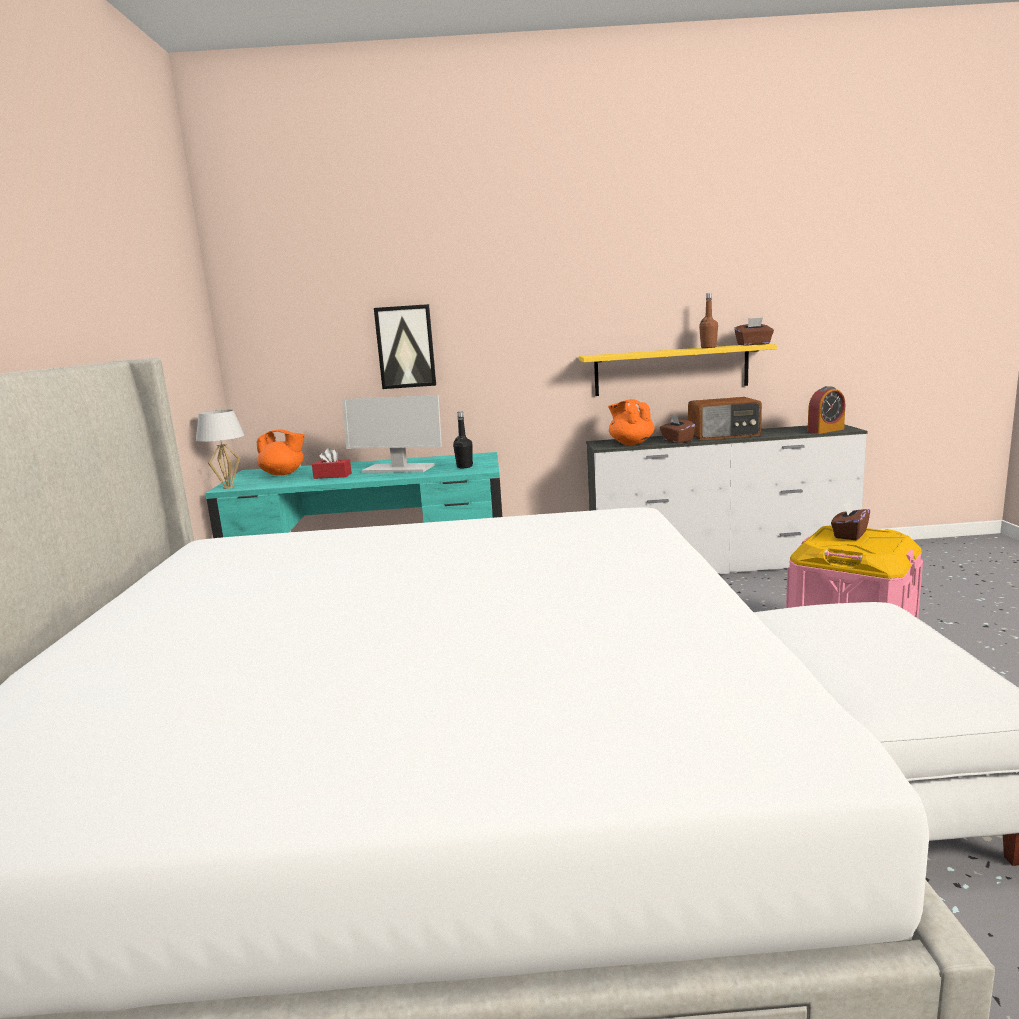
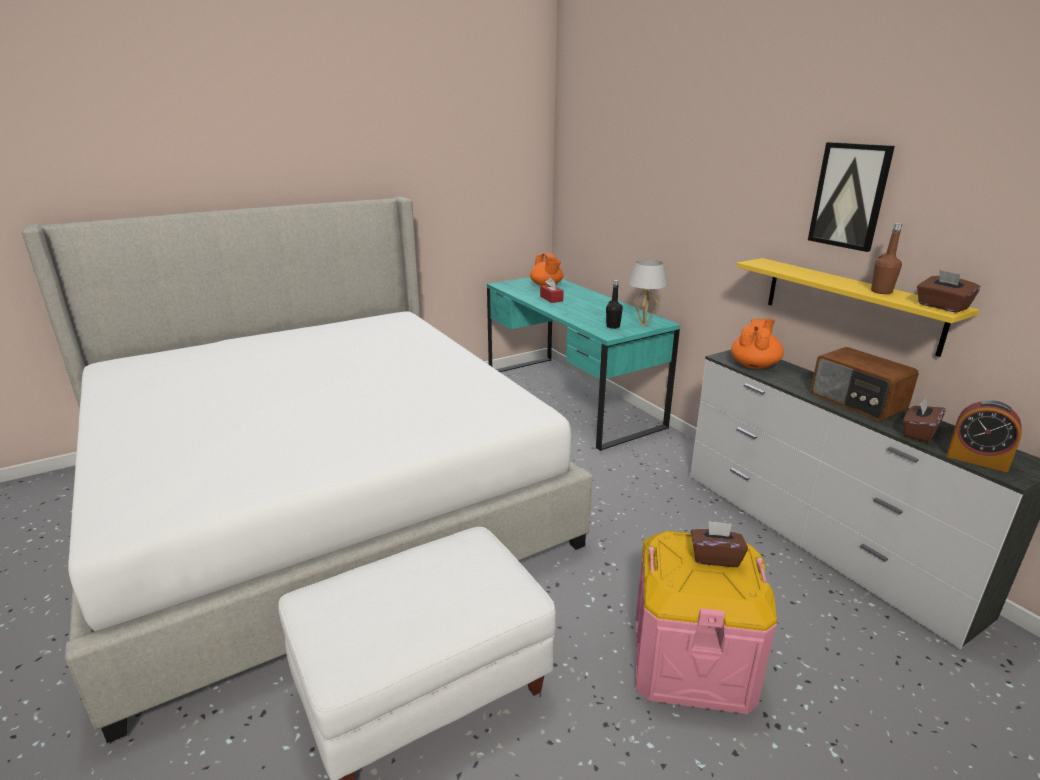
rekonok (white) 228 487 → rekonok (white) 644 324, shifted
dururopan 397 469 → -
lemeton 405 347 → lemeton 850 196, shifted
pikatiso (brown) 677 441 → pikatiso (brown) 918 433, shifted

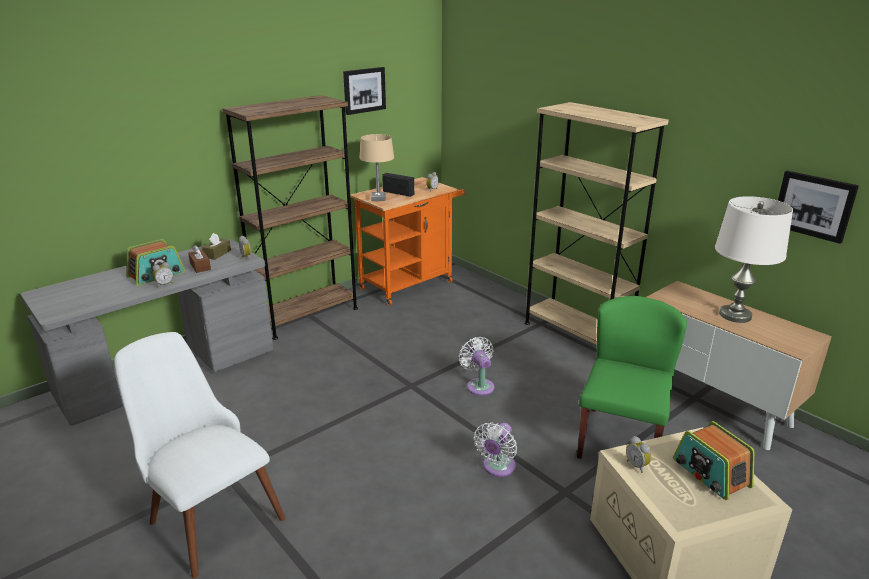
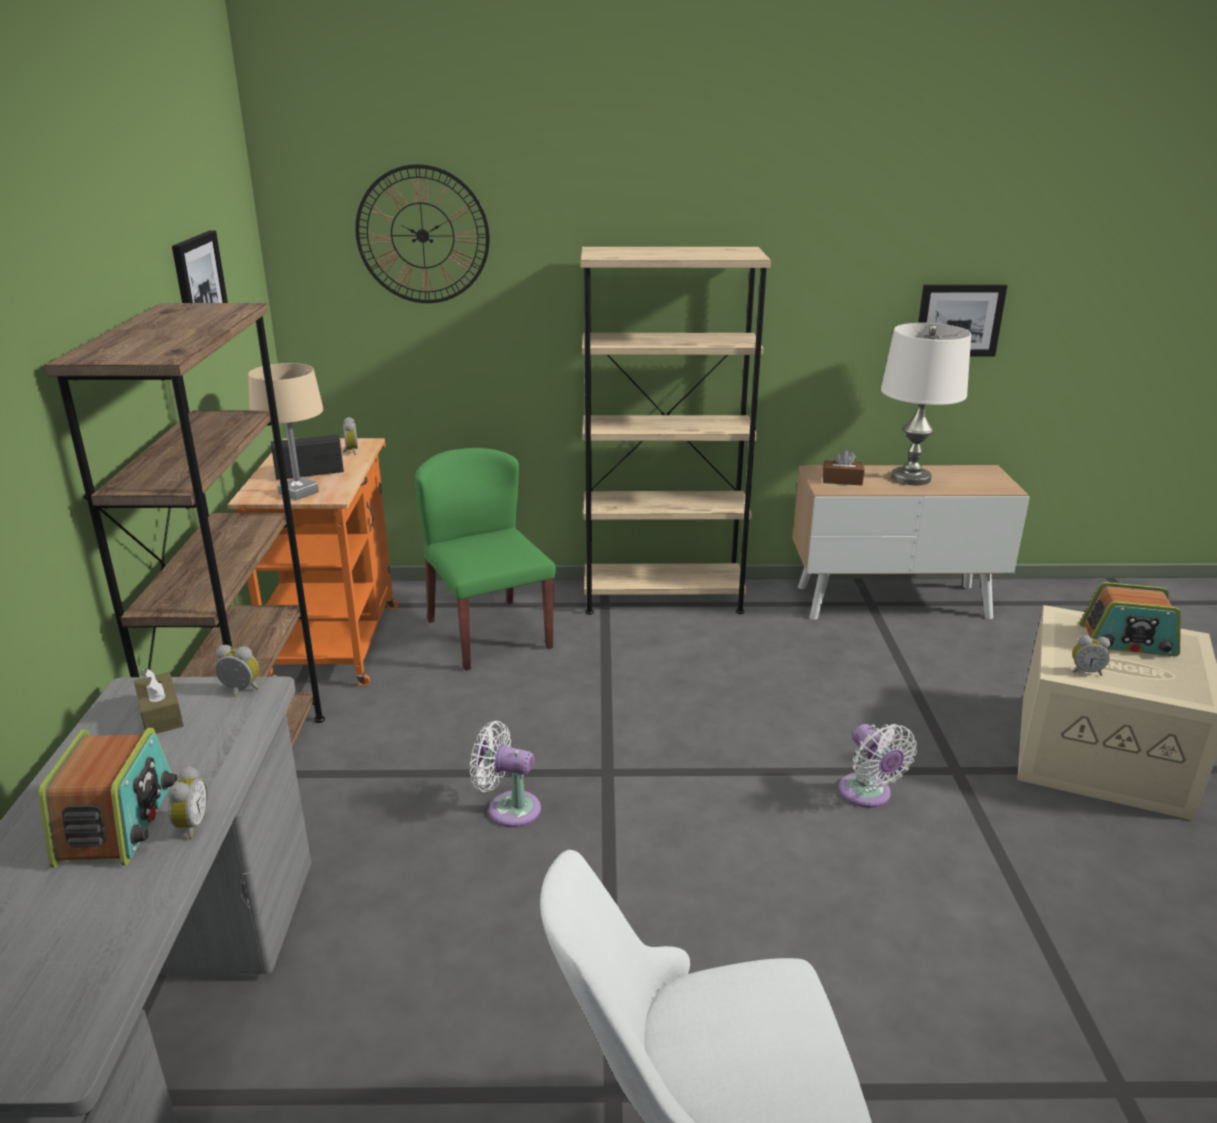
pikatiso (brown) 200 266 → pikatiso (brown) 842 480, shifted
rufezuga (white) 479 385 → rufezuga (white) 508 808, shifted
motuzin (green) 620 440 → motuzin (green) 488 633, shifted
- → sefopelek 422 235

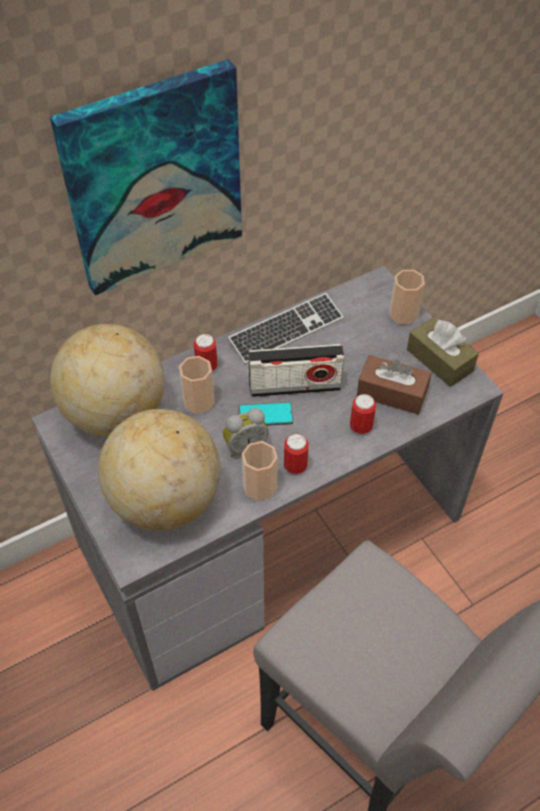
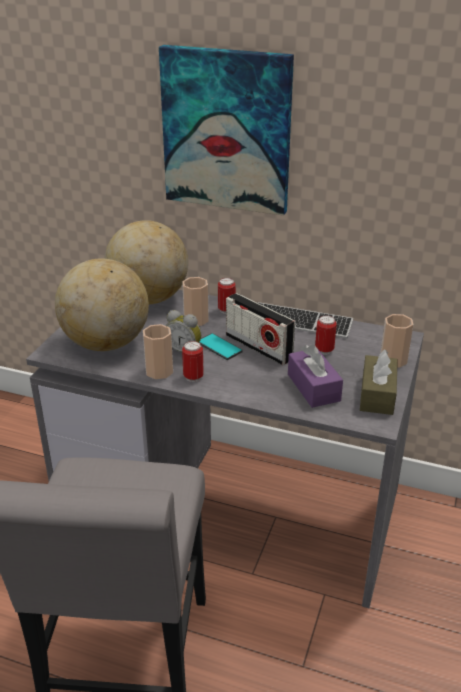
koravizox 361 427 → koravizox 324 350, shifted
pikatiso (brown) 392 393 → pikatiso (purple) 313 387

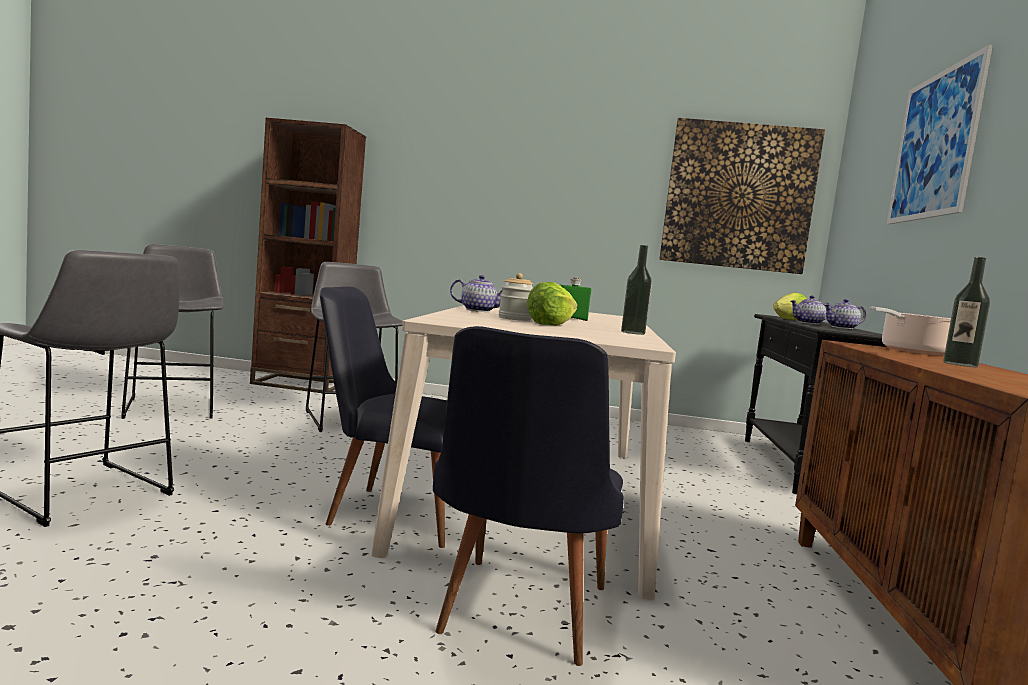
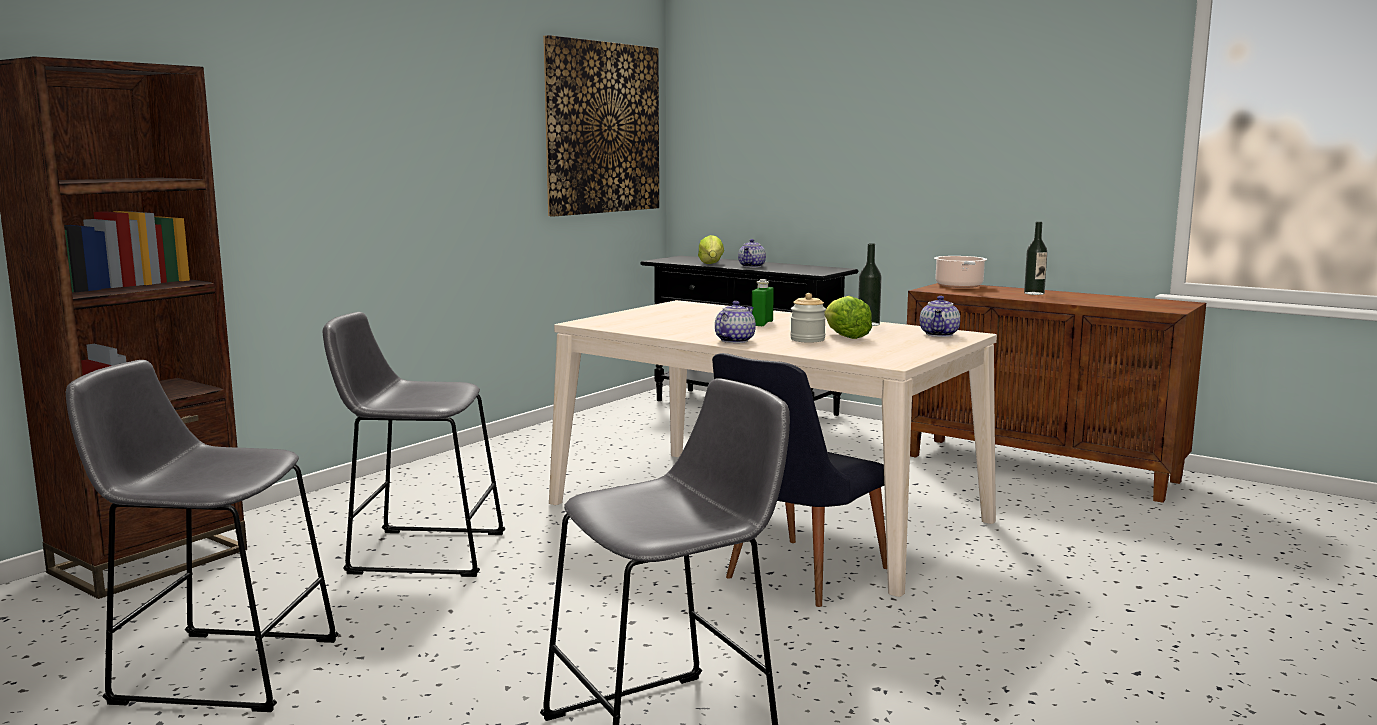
motuzin (black) 516 617 → -
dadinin 842 328 → dadinin 940 334, shifted
lemeton 934 145 → -

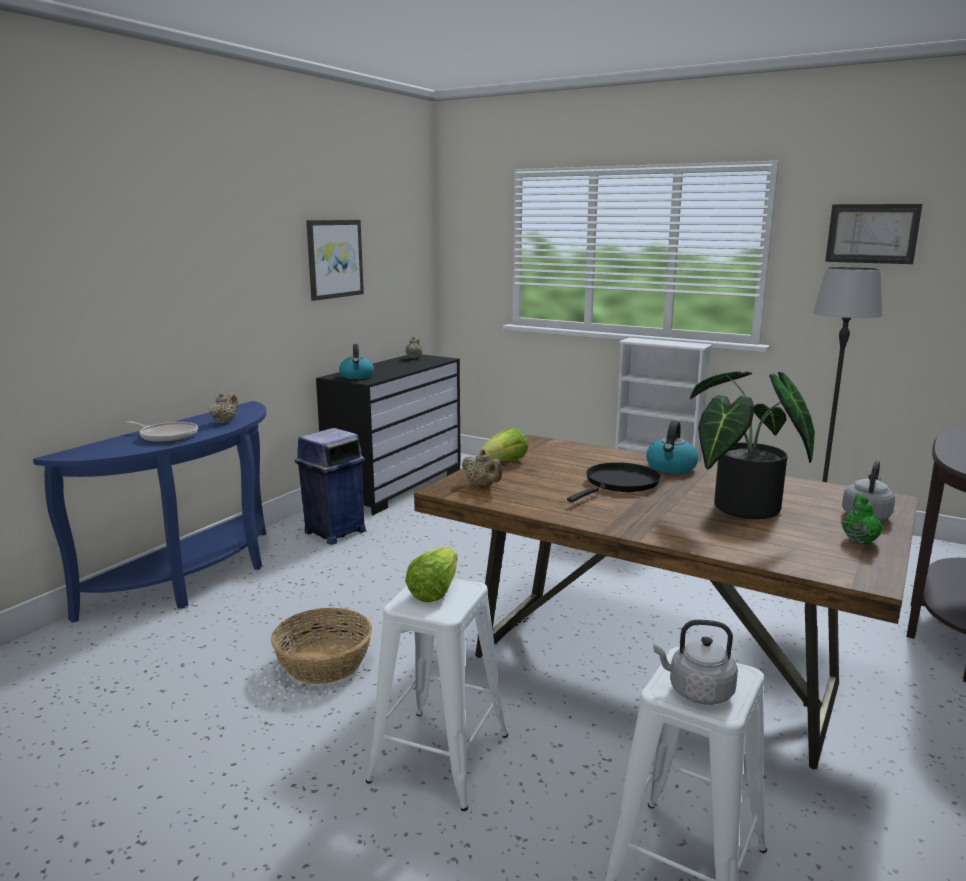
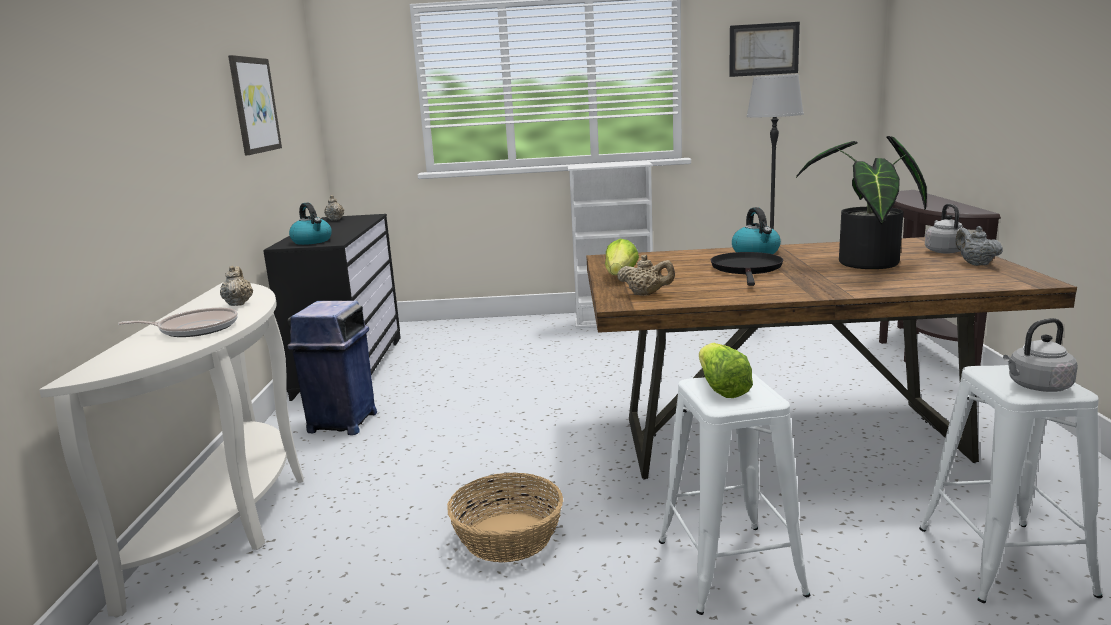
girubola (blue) 197 579 → girubola (white) 235 515
dadinin (green) 859 540 → dadinin (grey) 975 264

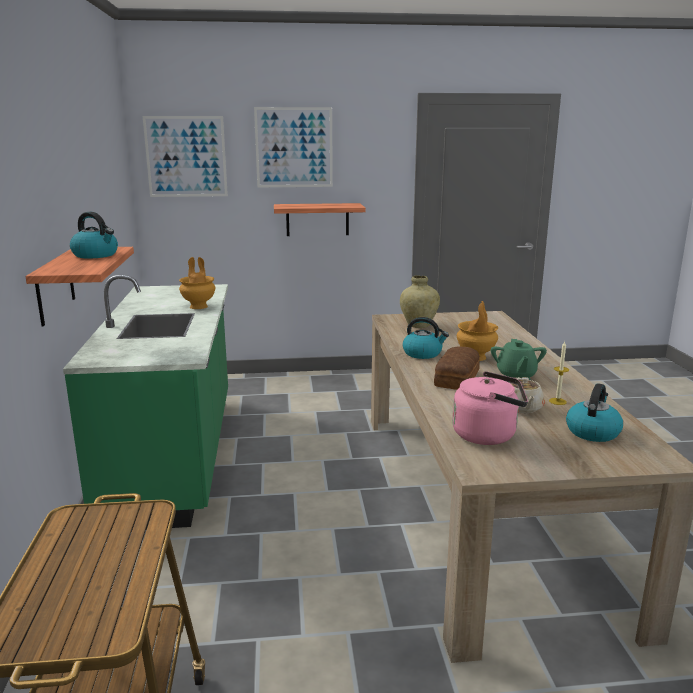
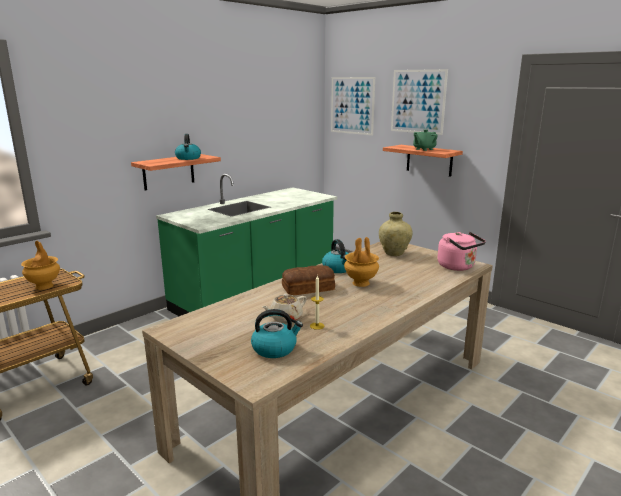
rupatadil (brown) 199 306 → rupatadil (brown) 44 286, shifted
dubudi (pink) 488 435 → dubudi (pink) 458 267, shifted
dadinin (green) 516 376 → dadinin (green) 424 149, shifted

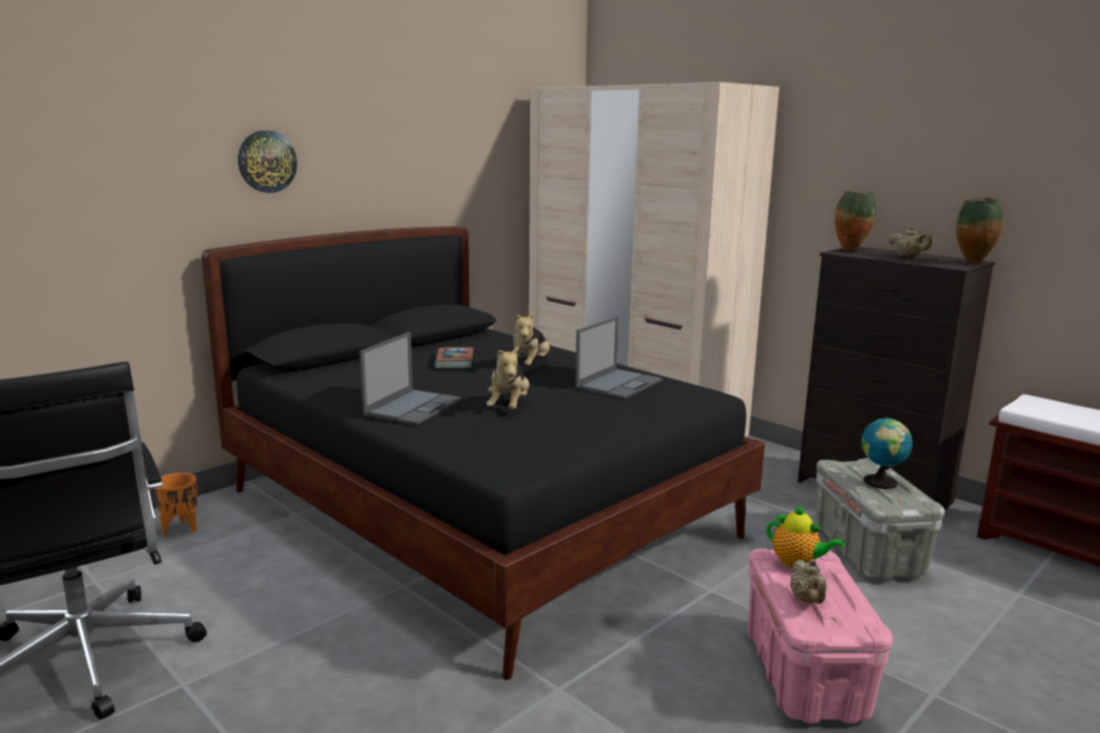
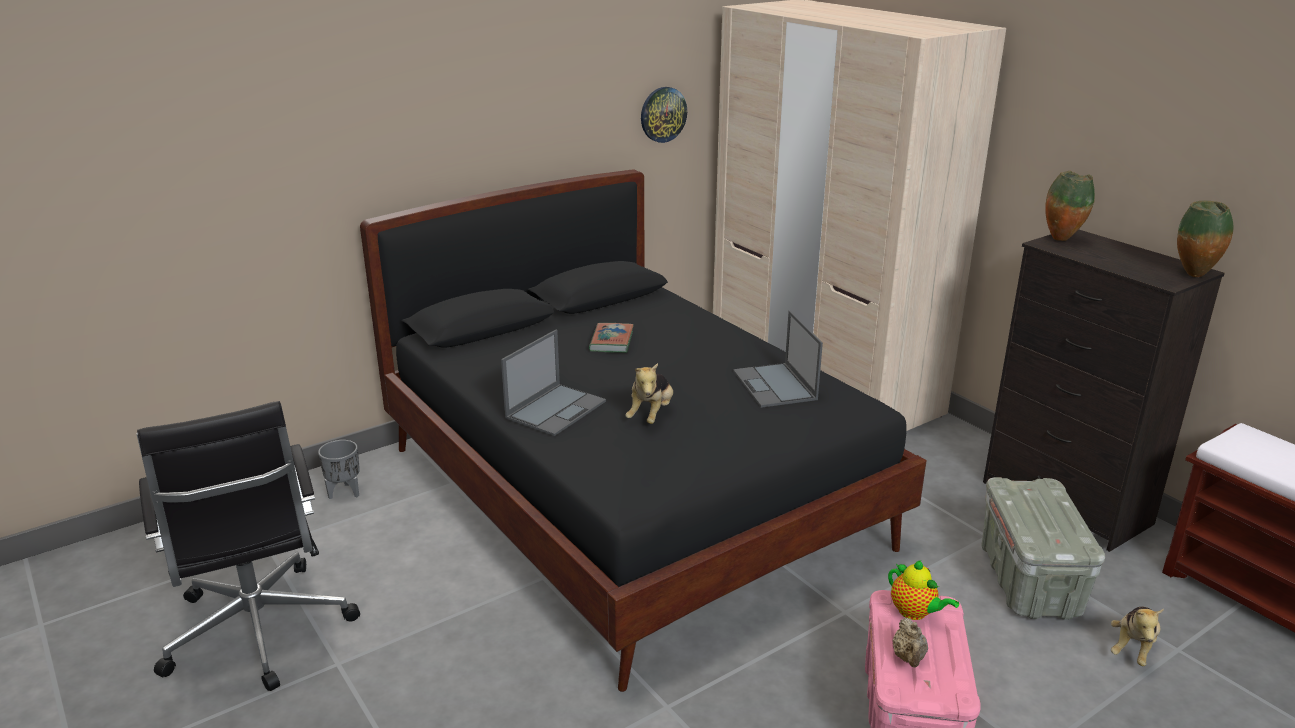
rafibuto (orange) 181 529 → rafibuto (grey) 345 492
sefopelek 267 161 → sefopelek 663 114, shifted
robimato 530 365 → robimato 1132 648, shifted
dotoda 619 384 → dotoda 775 386, 120 degrees clockwise
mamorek 881 483 → -
dadinin (beige) 908 257 → -

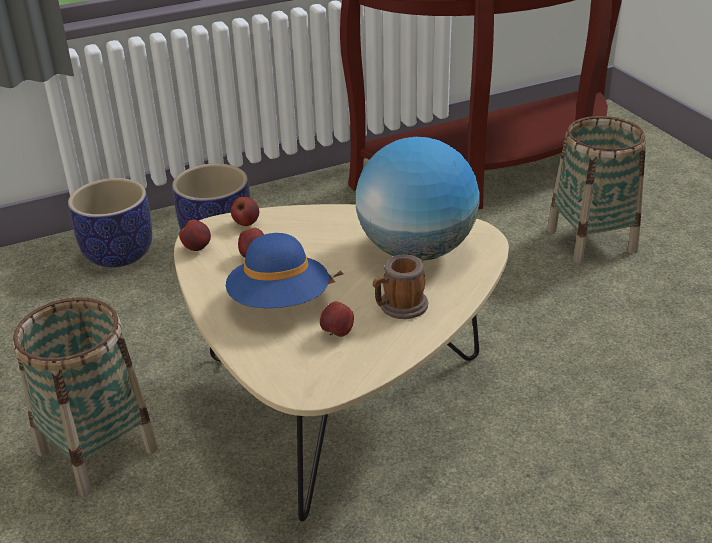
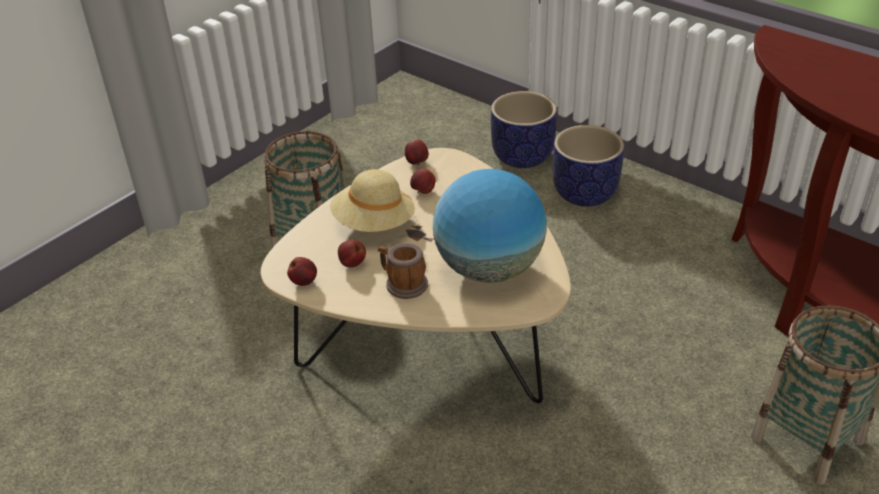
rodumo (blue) 279 302 → rodumo (beige) 374 224
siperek 246 223 → siperek 304 282, shifted

